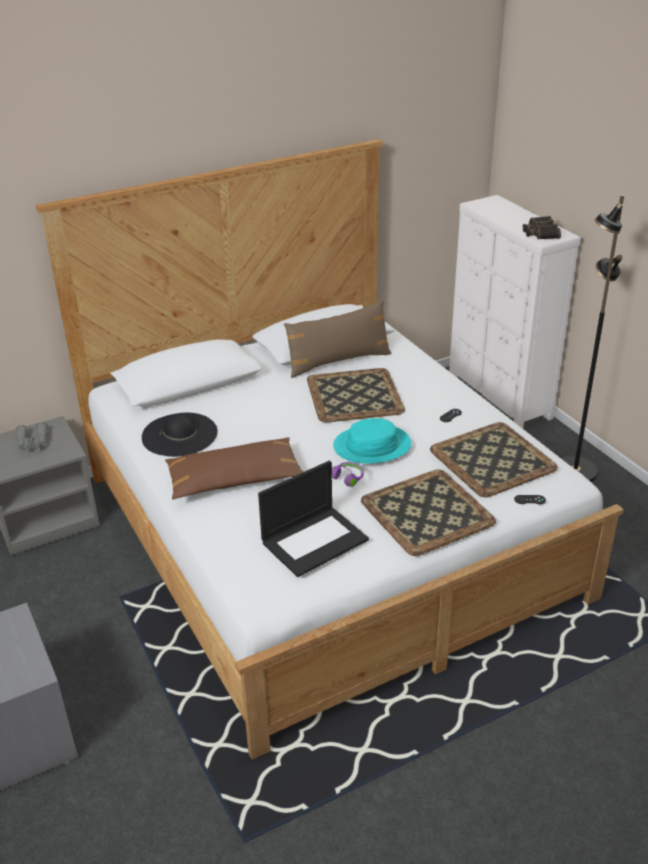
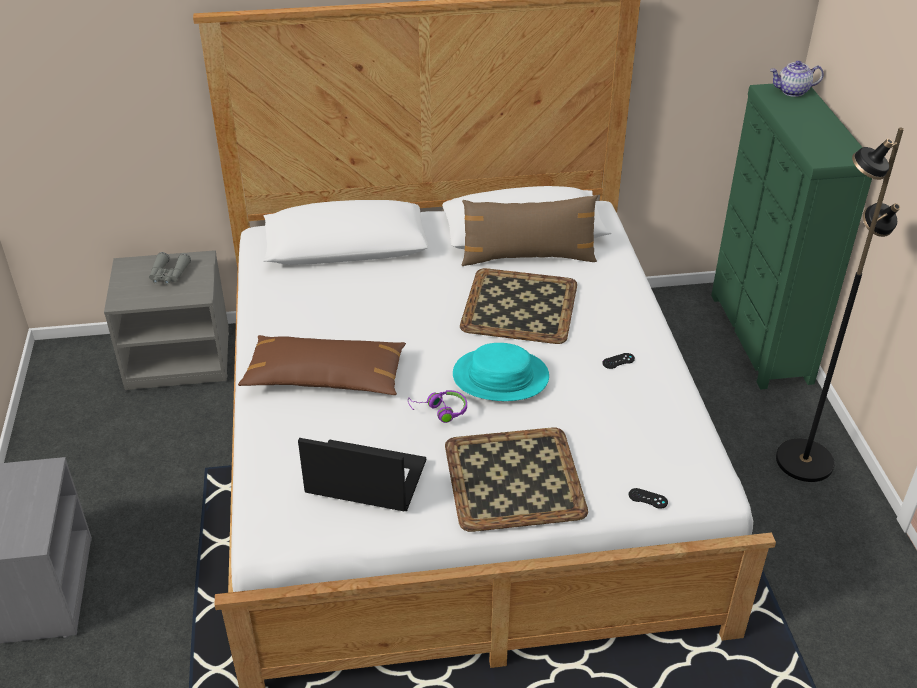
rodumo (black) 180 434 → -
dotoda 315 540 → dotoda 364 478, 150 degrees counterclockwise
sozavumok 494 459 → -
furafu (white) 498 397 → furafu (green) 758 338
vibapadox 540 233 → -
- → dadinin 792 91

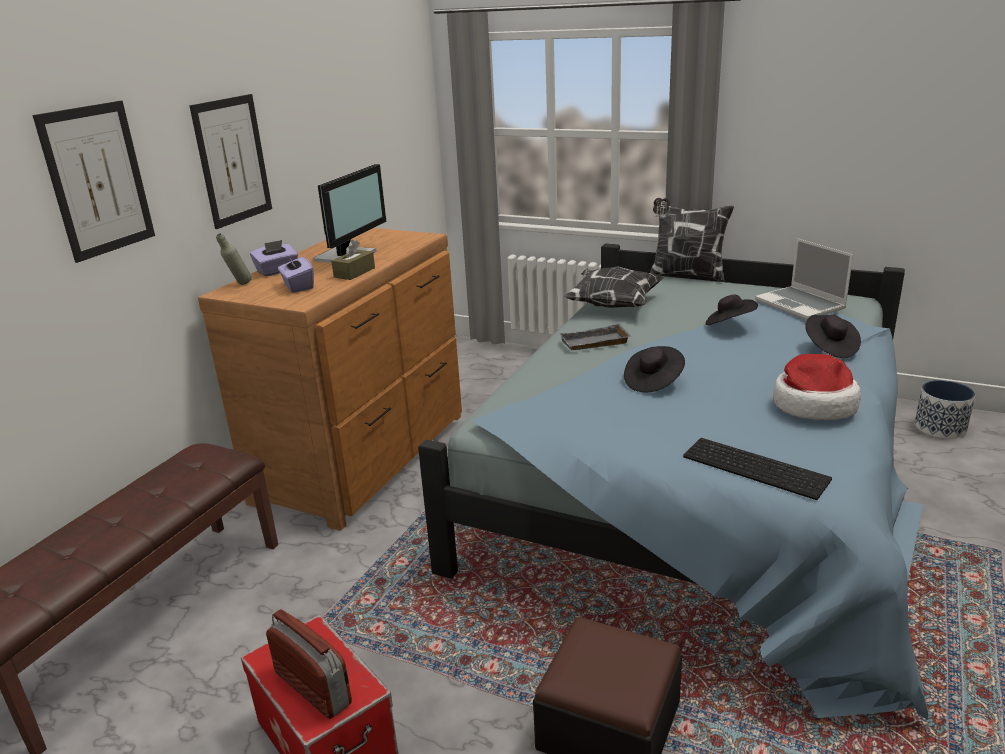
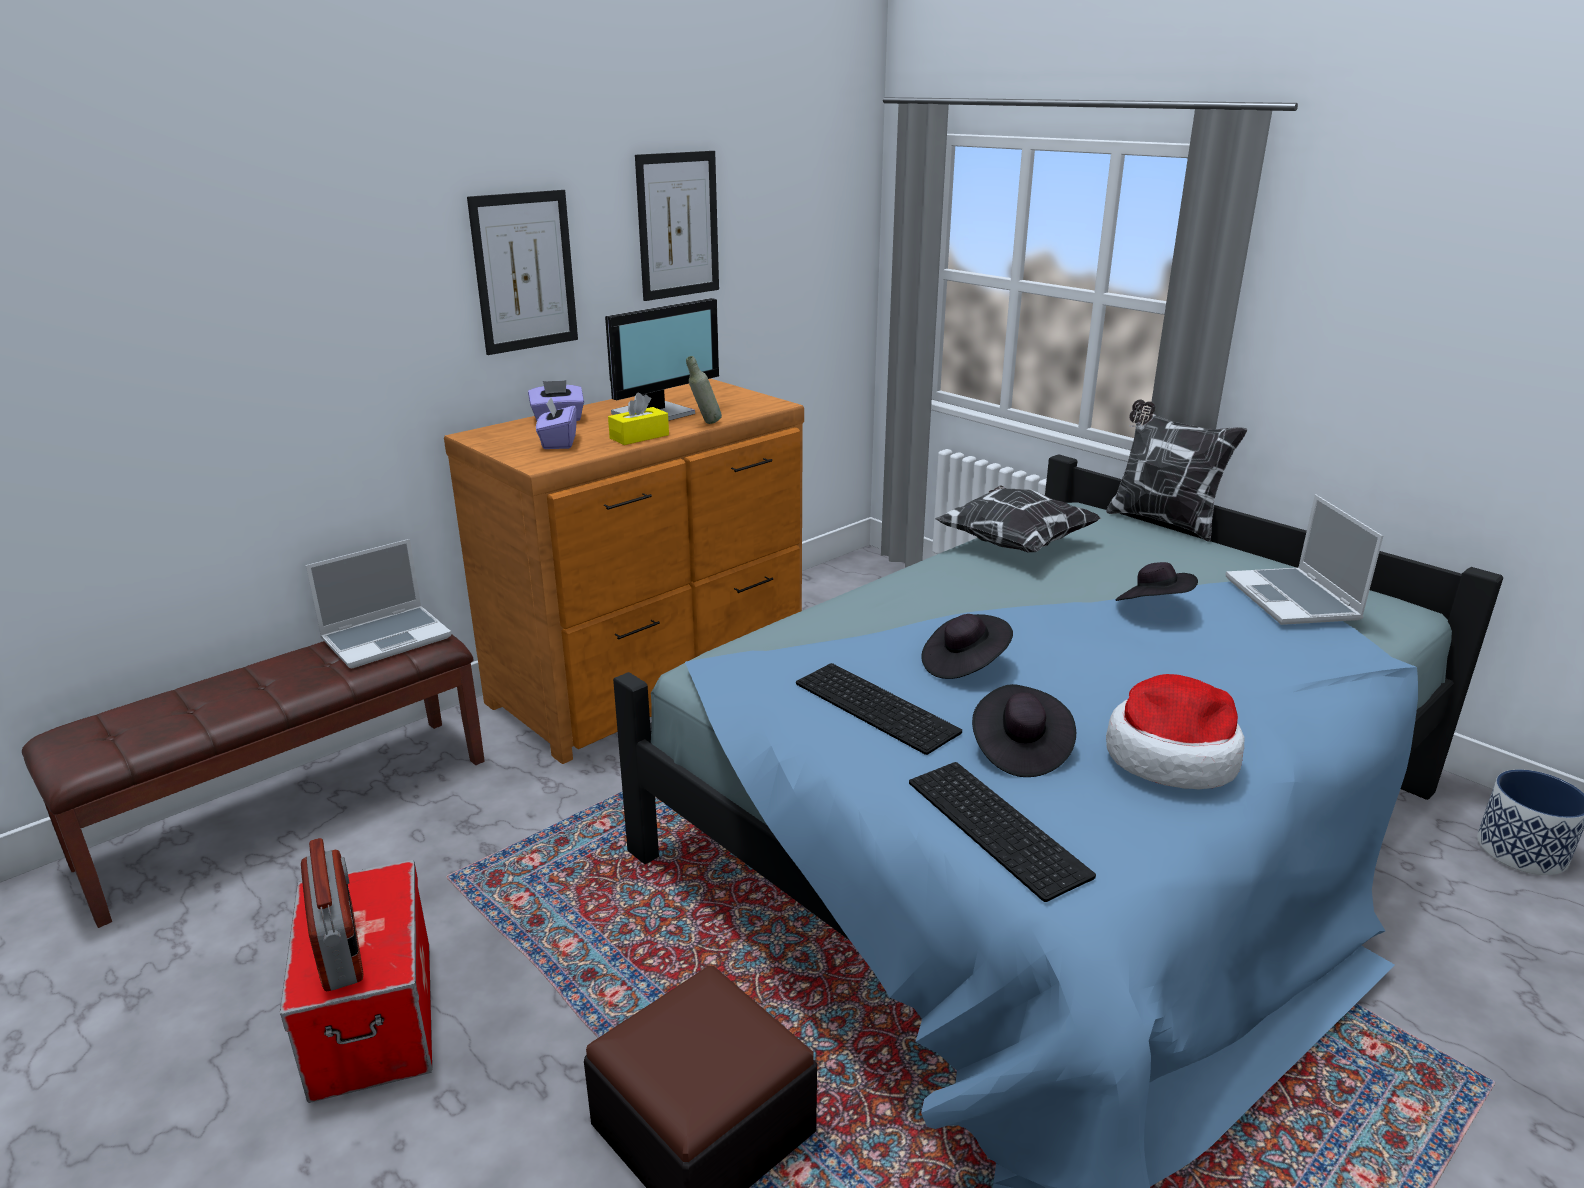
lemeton 98 180 → lemeton 678 225, shifted
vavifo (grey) 239 285 → vavifo (grey) 705 424, shifted
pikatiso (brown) 354 272 → pikatiso (yellow) 639 437
sozavumok (grey) 594 343 → -
rodumo (black) 830 348 → rodumo (black) 1019 750, shifted
- → dotoda 387 638
- → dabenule 879 707

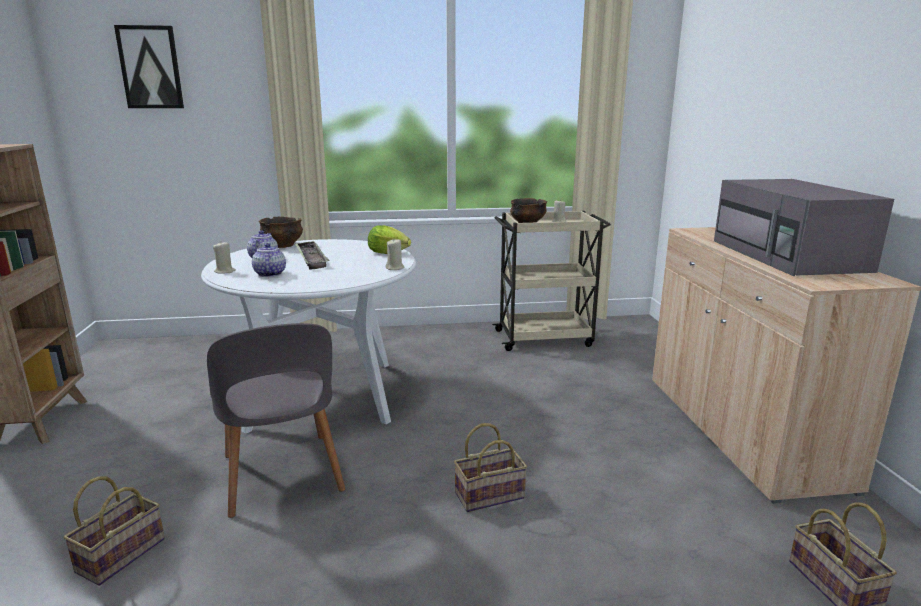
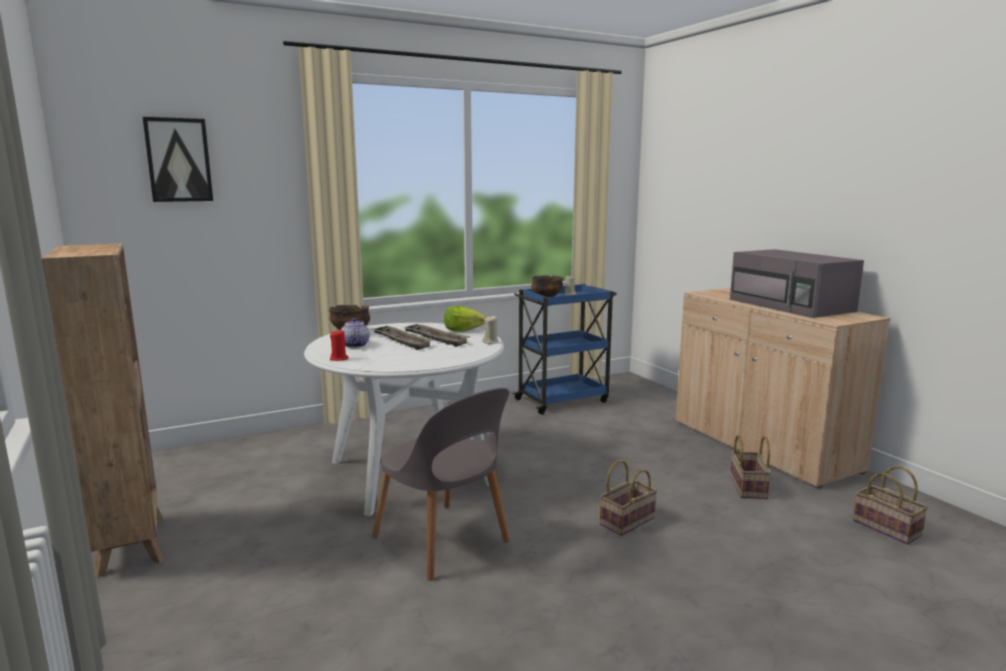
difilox 122 553 → difilox 746 487, shifted
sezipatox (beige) 225 271 → sezipatox (red) 339 359
dadinin 269 274 → -
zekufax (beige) 545 338 → zekufax (blue) 563 400
- → sozavumok 435 339

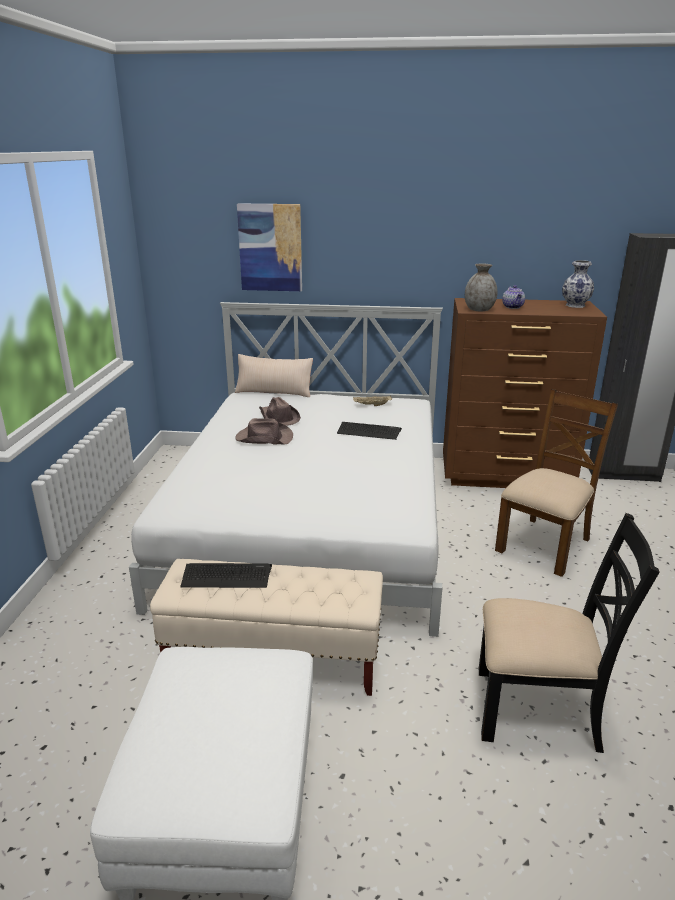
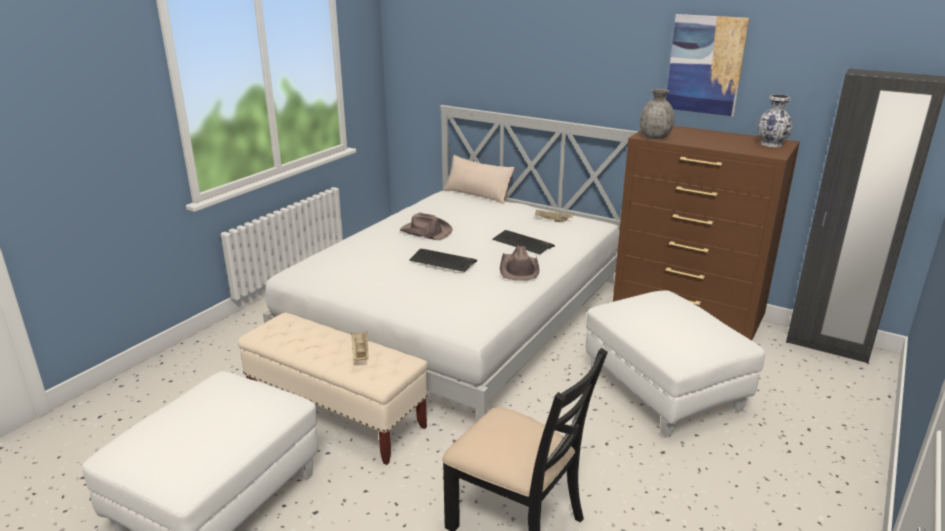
dabenule 226 576 → dabenule 442 261, shifted
lemeton 270 248 → lemeton 705 65, shifted
rodumo (brown) 278 417 → rodumo (brown) 519 269, shifted
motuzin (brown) 545 544 → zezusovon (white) 664 391
dadinin 513 307 → -
- → sozavumok (beige) 360 353

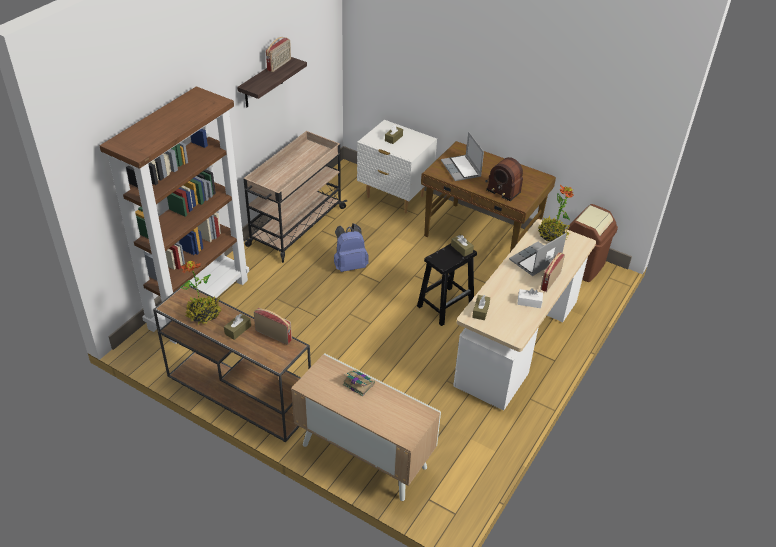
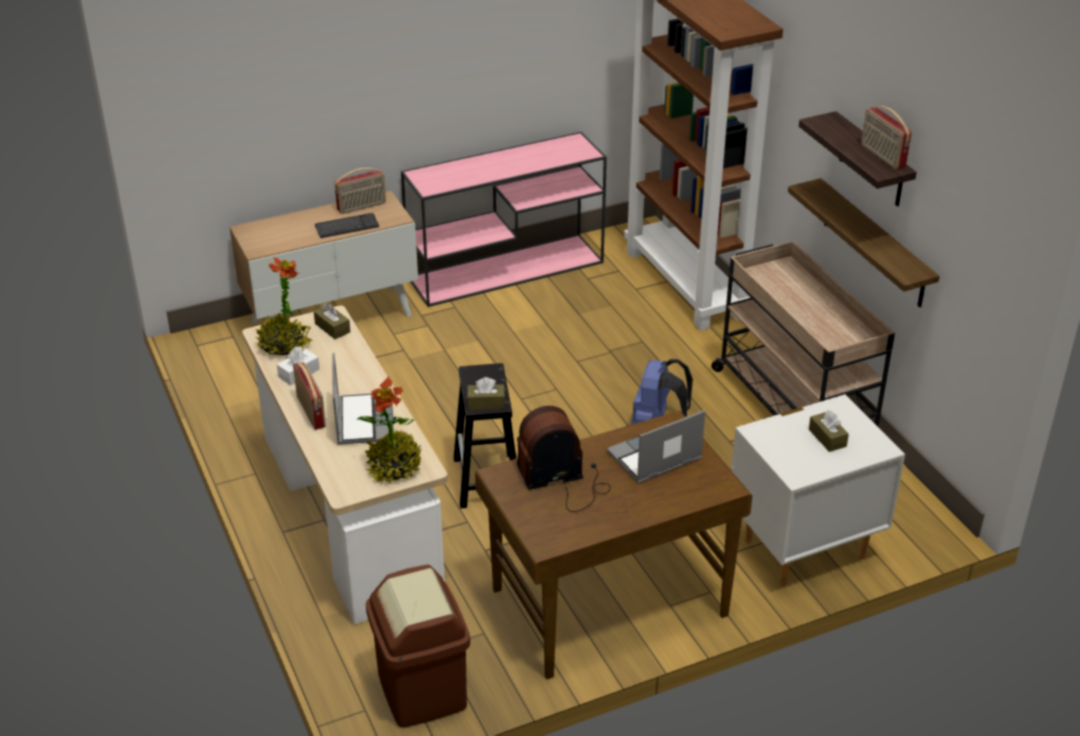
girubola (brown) 237 393 → girubola (pink) 507 269
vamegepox 204 314 → vamegepox 284 345, shifted
pikatiso (brown) 238 330 → -
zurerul 274 335 → zurerul 362 207, shifted
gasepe 358 383 → dabenule 347 227
dotoda 461 169 → dotoda 654 457, 45 degrees counterclockwise
- → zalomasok 874 244

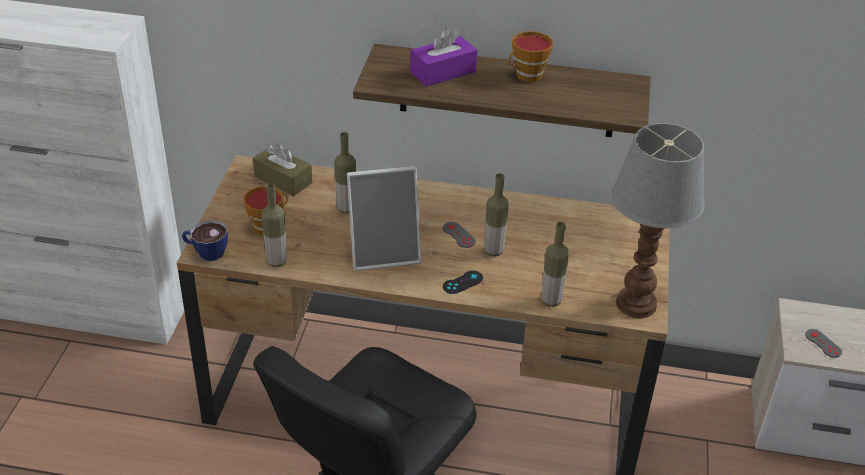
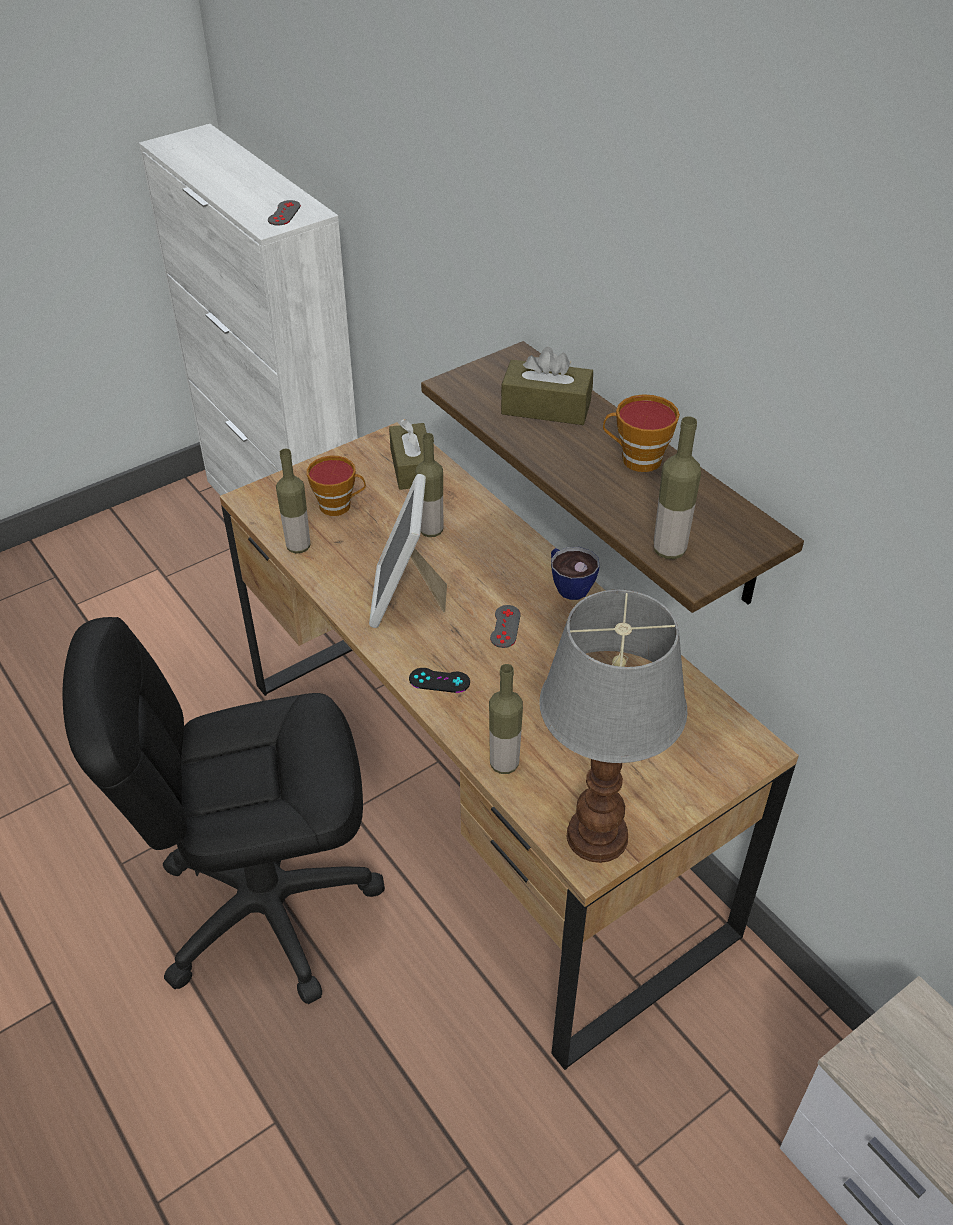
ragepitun 206 252 → ragepitun 568 585, shifted
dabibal 384 252 → dabibal 406 598, 60 degrees clockwise
pikatiso (purple) 443 72 → pikatiso (brown) 546 407
vavifo 493 251 → vavifo 669 550, shifted
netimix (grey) 823 343 → netimix (grey) 284 213, shifted

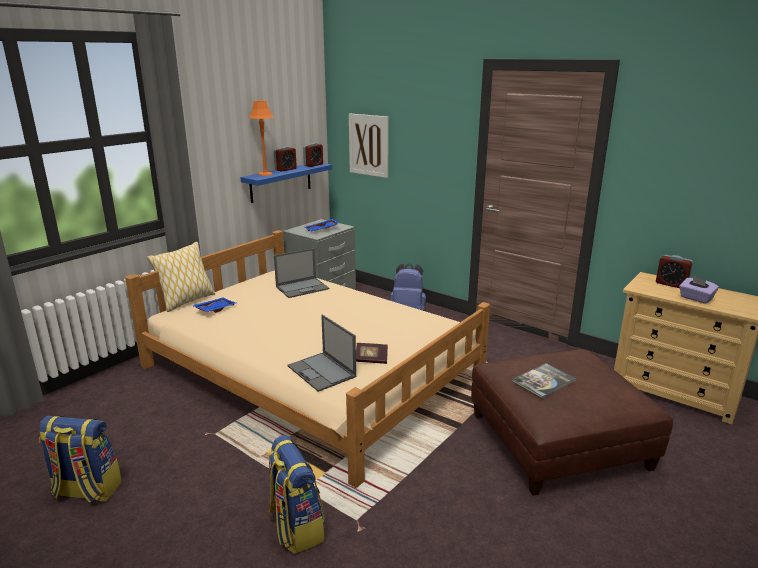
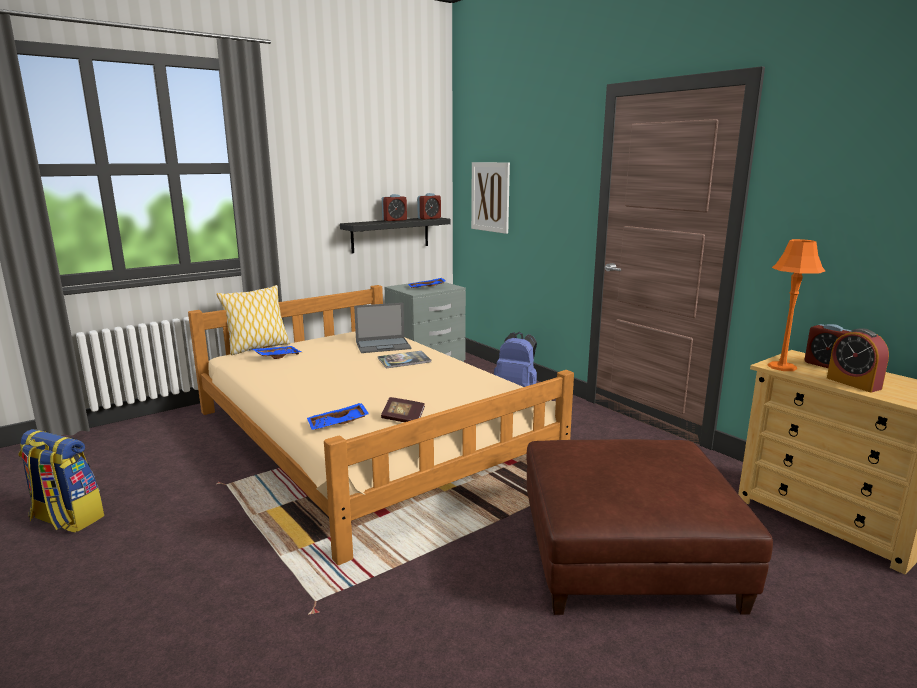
zalomasok (blue) 281 182 → zalomasok (black) 390 234
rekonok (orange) 265 174 → rekonok (orange) 781 367, shifted
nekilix 295 527 → -
dotoda 322 372 → sozavumok (blue) 338 424
gasepe 544 381 → gasepe 404 360, shifted
pikatiso (purple) 695 298 → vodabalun 853 383

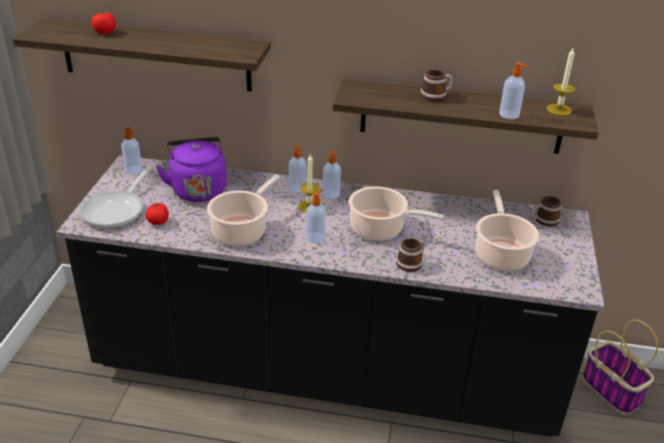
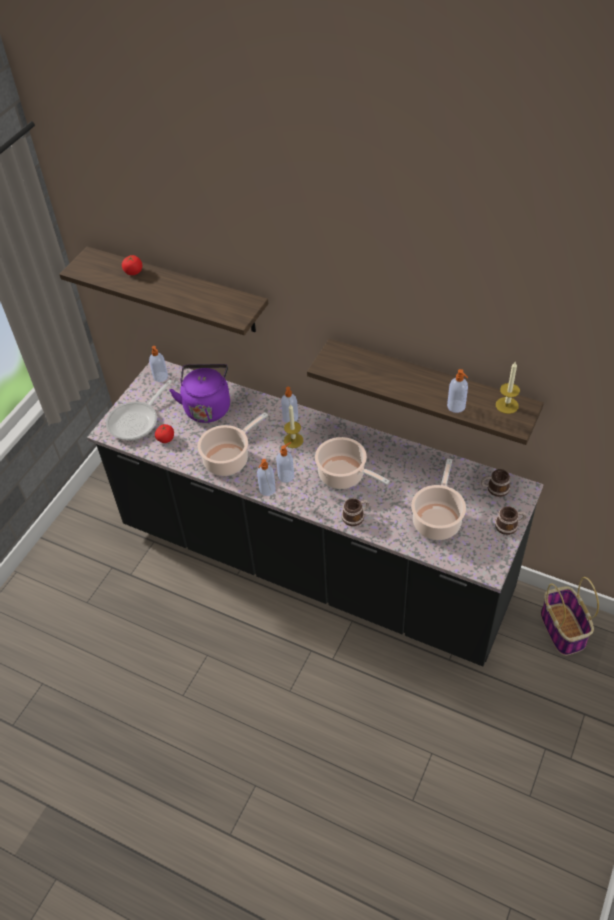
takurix 331 194 → takurix 267 490, shifted
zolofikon 436 96 → zolofikon 509 525, shifted

